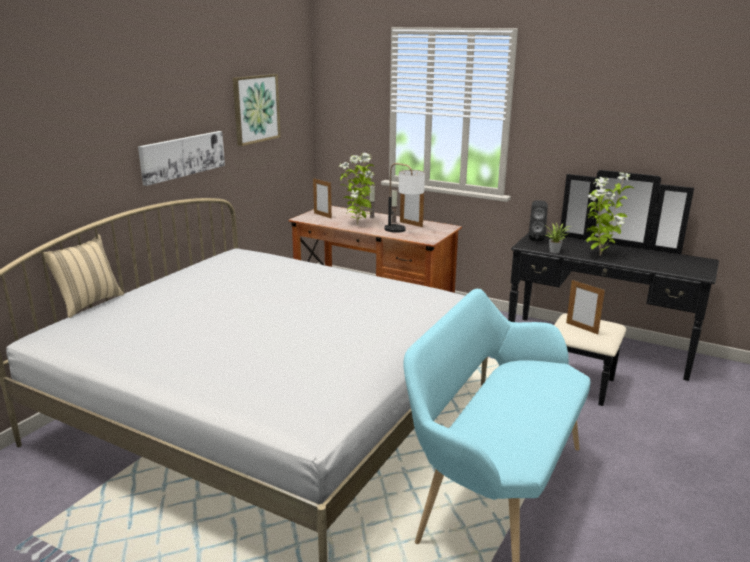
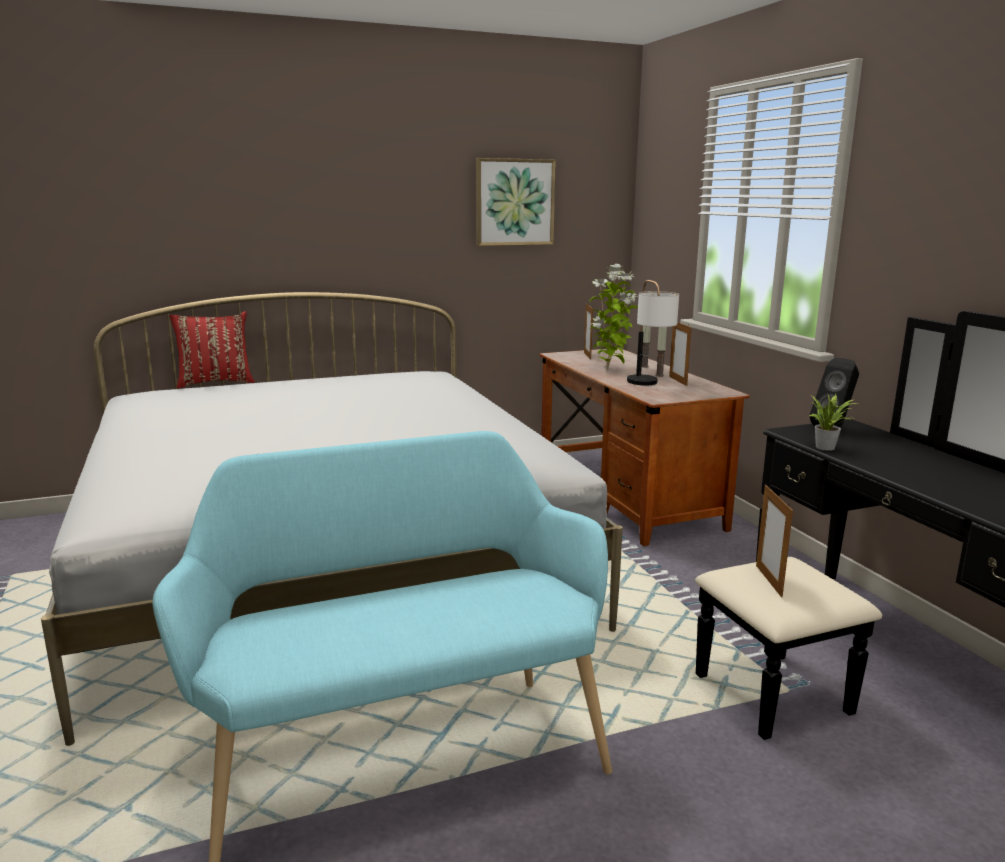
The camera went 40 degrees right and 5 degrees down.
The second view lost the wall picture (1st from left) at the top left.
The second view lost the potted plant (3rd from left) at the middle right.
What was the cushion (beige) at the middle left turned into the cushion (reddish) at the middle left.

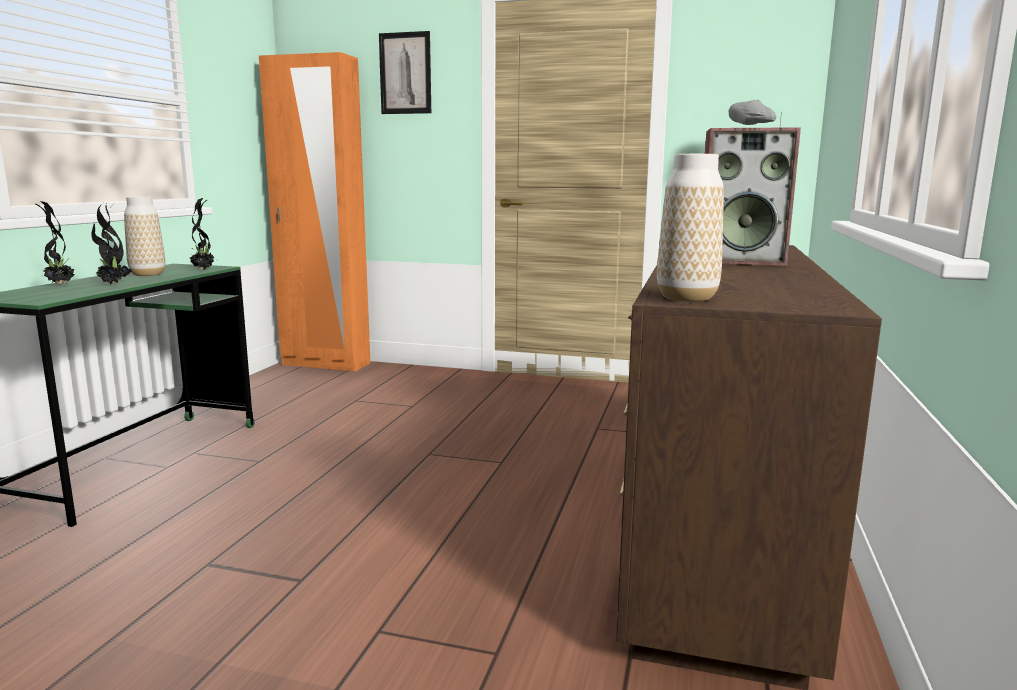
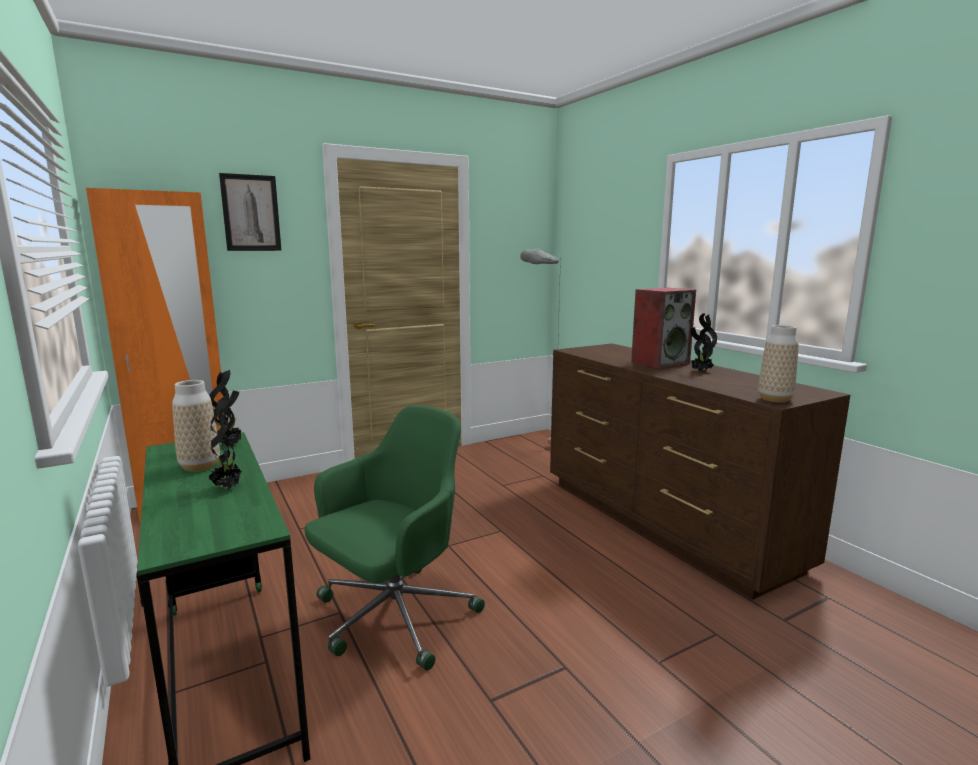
The camera went 45 degrees left and 0 degrees up.
The potted plant (1st from left in the first image) ended up elsewhere, having gone from the middle left to the middle right.
The second view gained the computer chair (green) at the bottom centre.

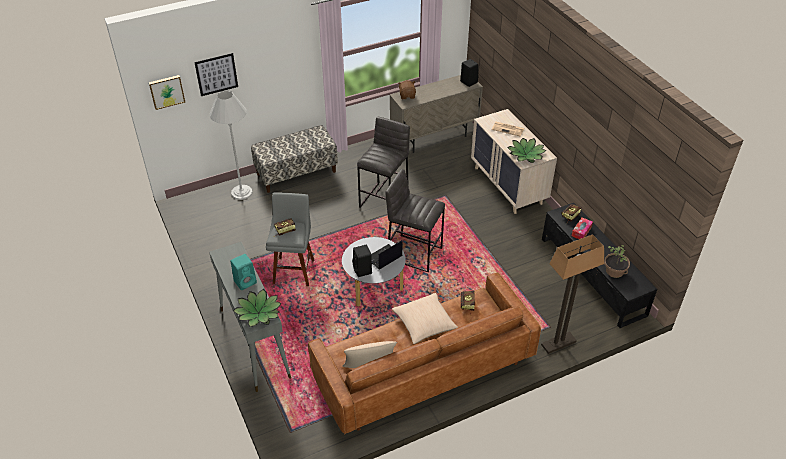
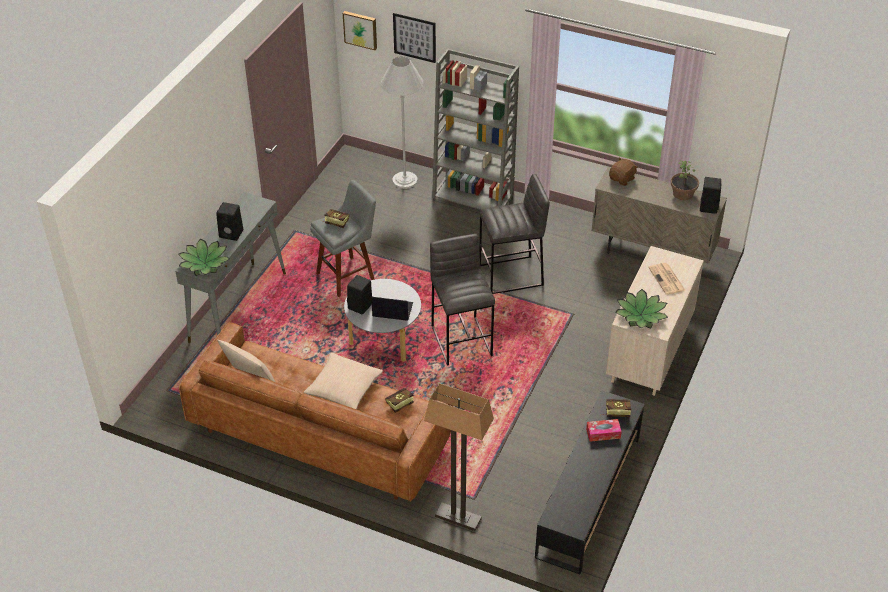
The camera went 50 degrees right and 0 degrees up.
Where the bench stood at the centre, the bookshelf (grey) came to stand at the top centre.
The potted plant (3rd from left) ended up elsewhere, having gone from the middle right to the top right.
What was the loudspeaker (turquoise) at the middle left turned into the loudspeaker (black-coloured) (1st from left) at the middle left.

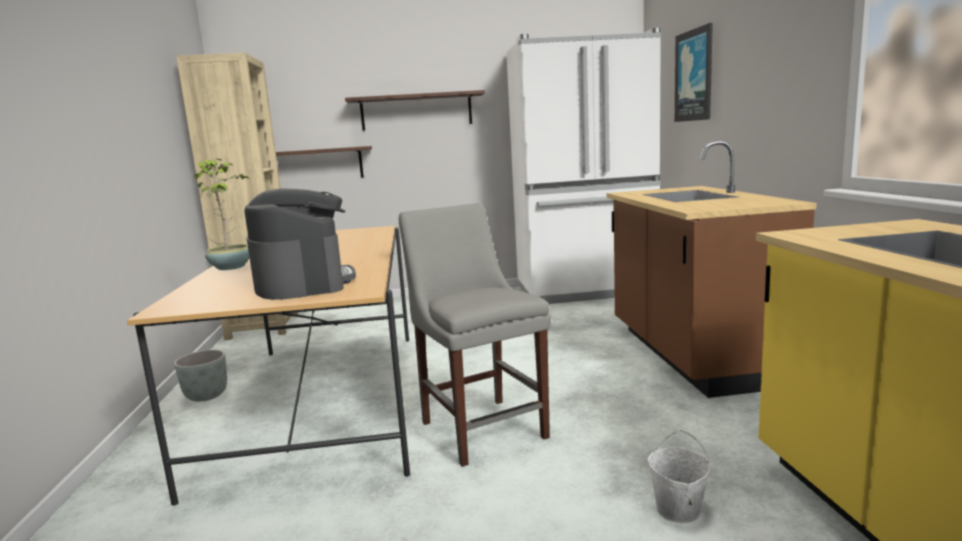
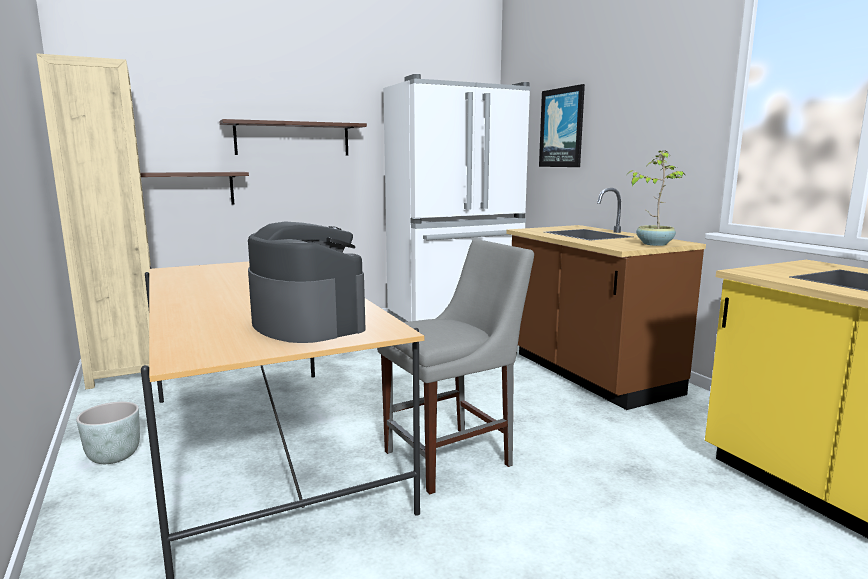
The camera went 20 degrees left and 0 degrees up.
The potted plant ended up elsewhere, having gone from the middle left to the middle right.
The plain chair (grey) at the centre ended up facing another way, 105 degrees clockwise from before.
The second view lost the bucket (white) at the bottom right.

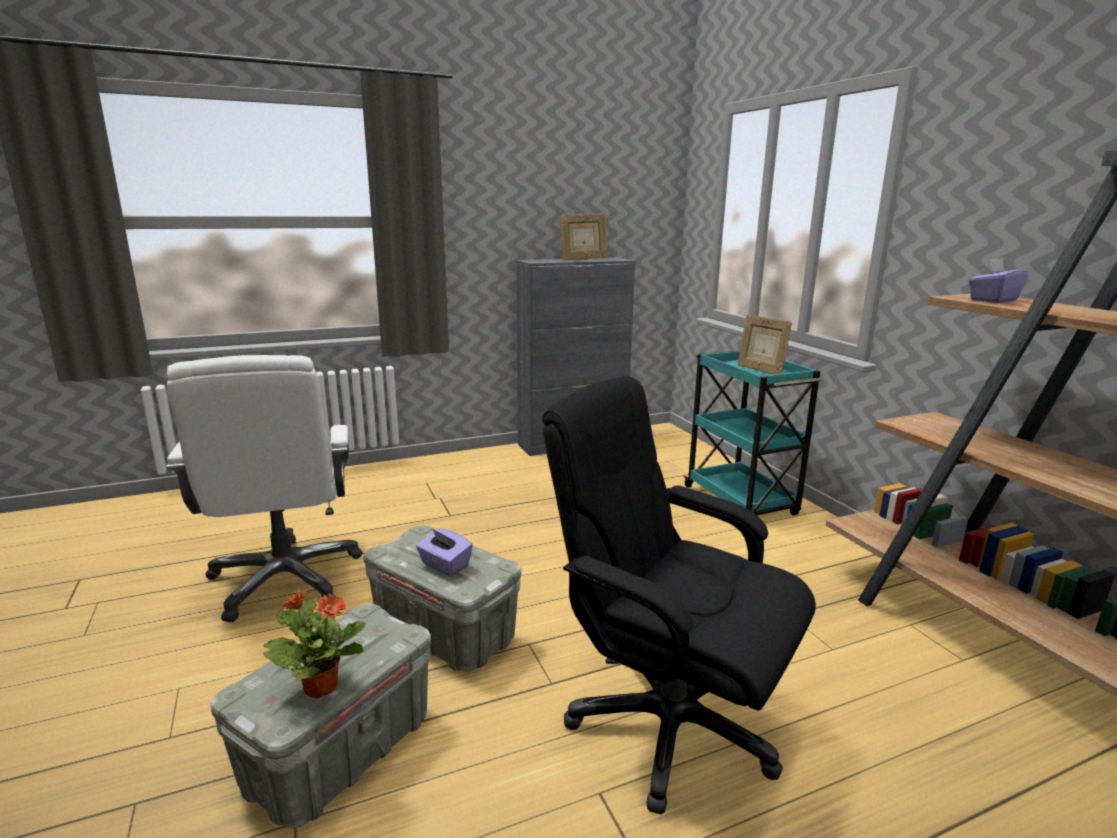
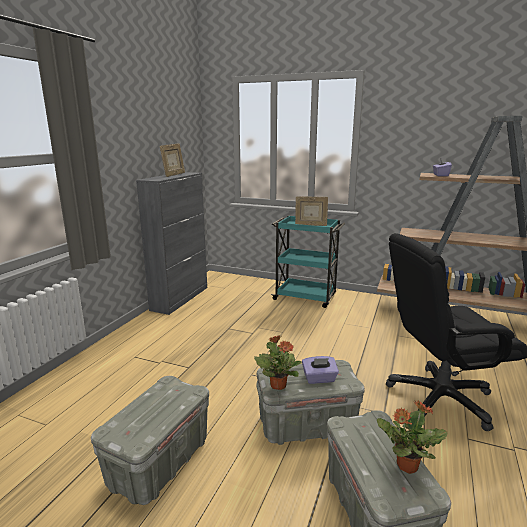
The camera went 45 degrees left and 0 degrees up.
Where the computer chair (white) stood at the middle left, the storage bin (grey) (1st from left) came to stand at the bottom left.
The second view gained the potted plant (1st from left) at the bottom centre.

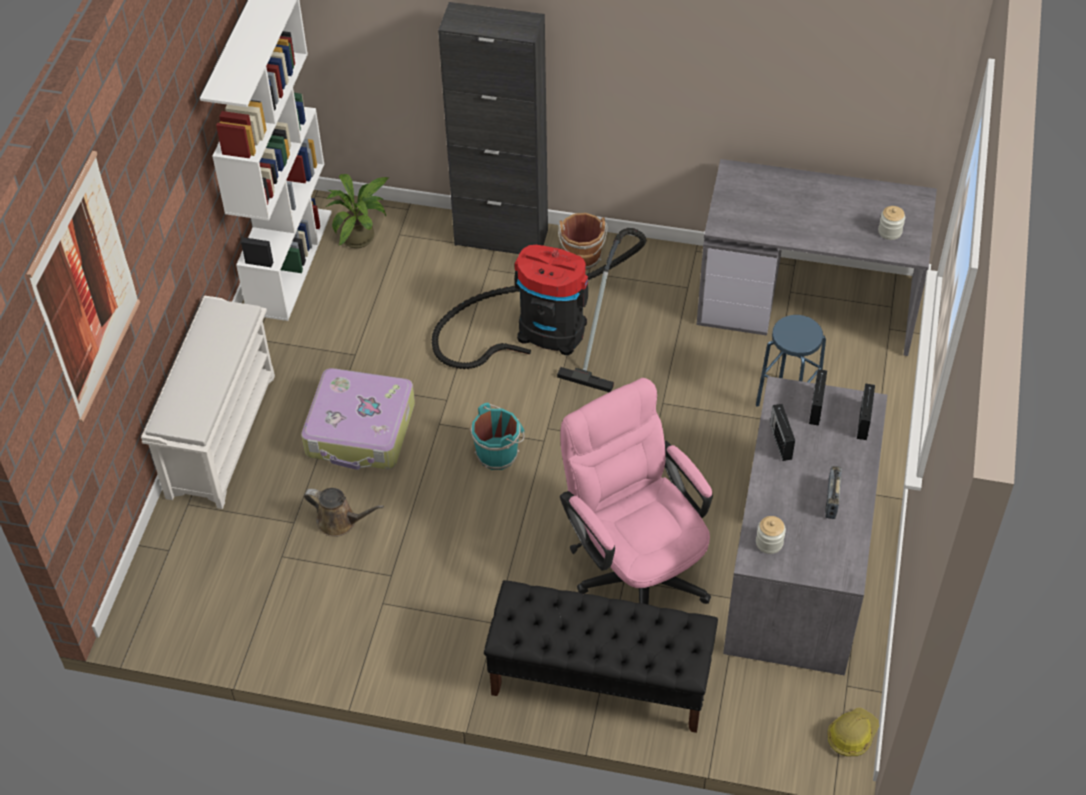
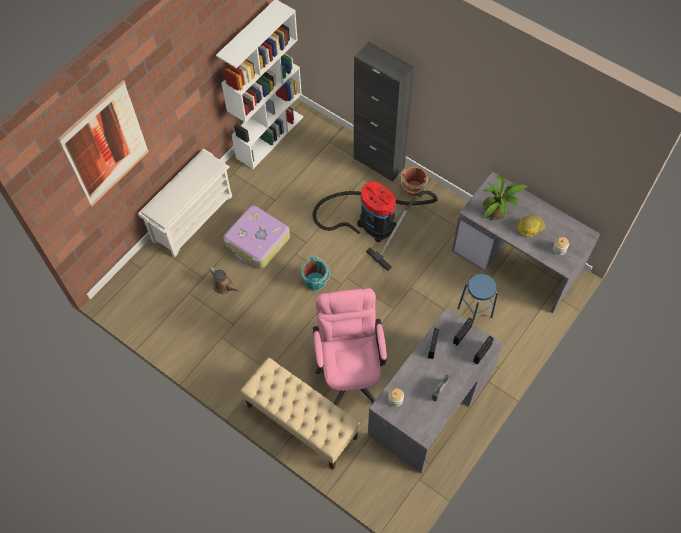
The camera went 25 degrees right and 10 degrees up.
The potted plant ended up elsewhere, having gone from the top left to the middle right.
What was the bench (black-coloured) at the bottom centre turned into the bench (beige) at the bottom centre.
The work helmet ended up elsewhere, having gone from the bottom right to the middle right.

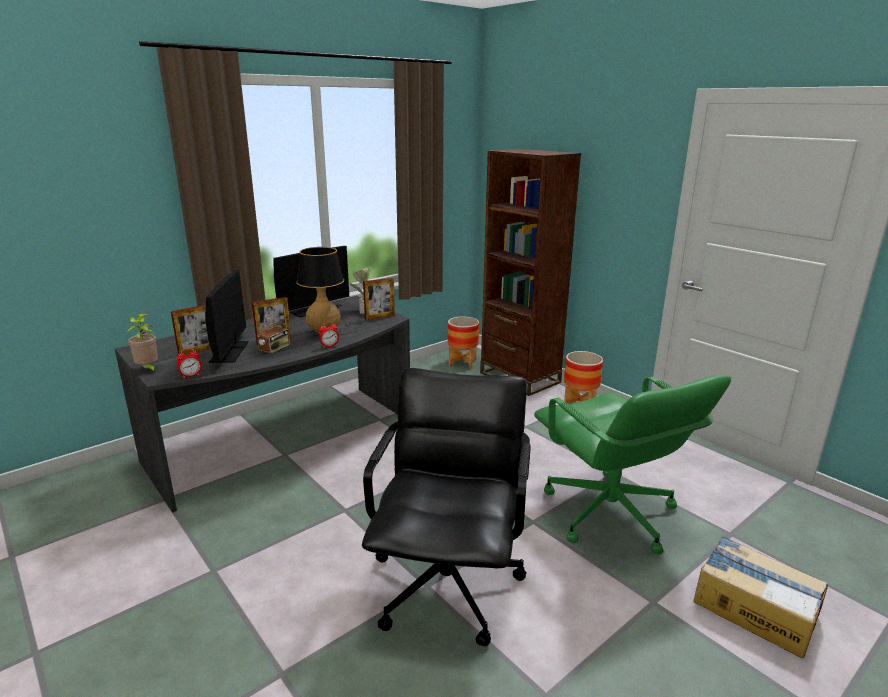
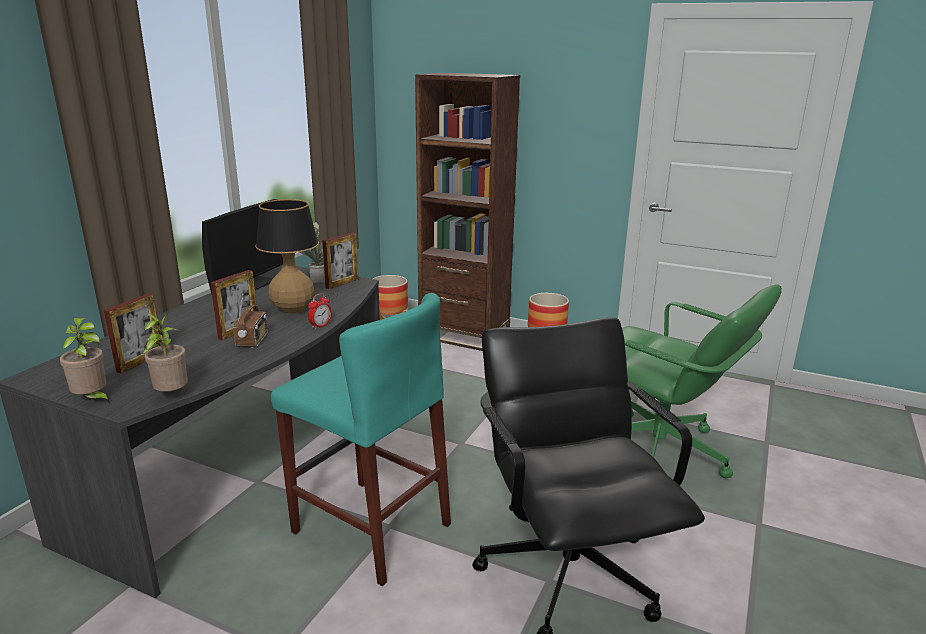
The camera went 25 degrees left and 0 degrees up.
The second view lost the monitor (1st from left) at the middle left.
Where the alarm clock (1st from left) stood at the middle left, the potted plant (2nd from left) came to stand at the middle left.
The second view lost the cardboard box at the bottom right.
The second view gained the stool (turquoise) at the bottom centre.

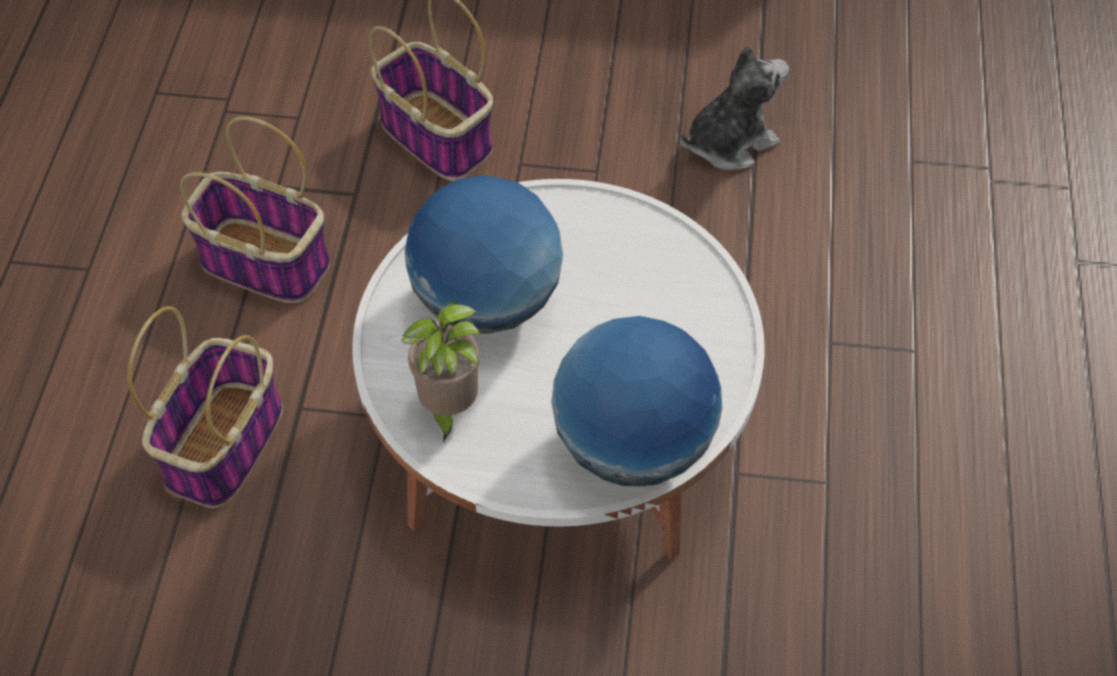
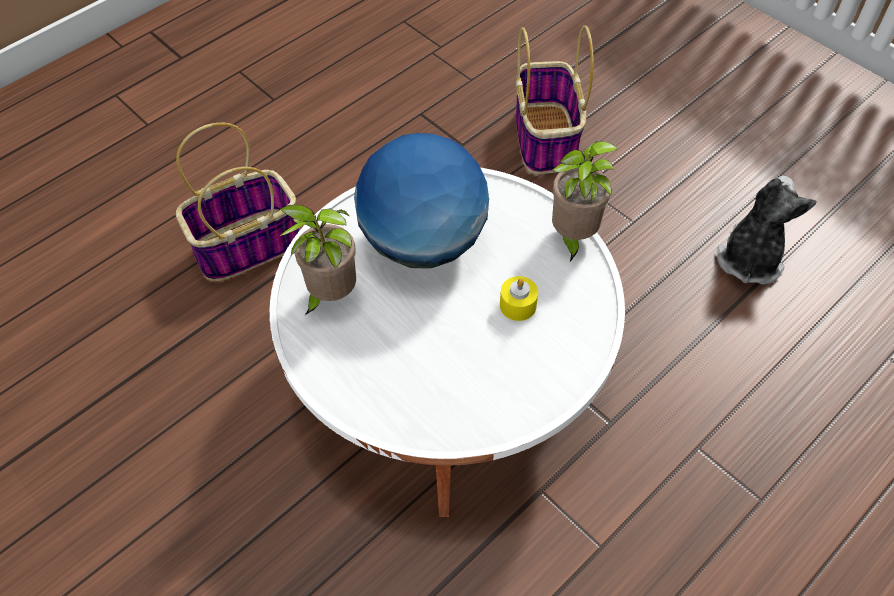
The camera went 40 degrees right and 0 degrees up.
The cuddly toy at the top centre ended up facing another way, 75 degrees counterclockwise from before.
The second view lost the household basket (2nd from left) at the top left.
The second view lost the desk globe (2nd from left) at the centre.
The second view gained the potted plant (2nd from left) at the centre.
The second view gained the wax light (yellowish) at the centre.

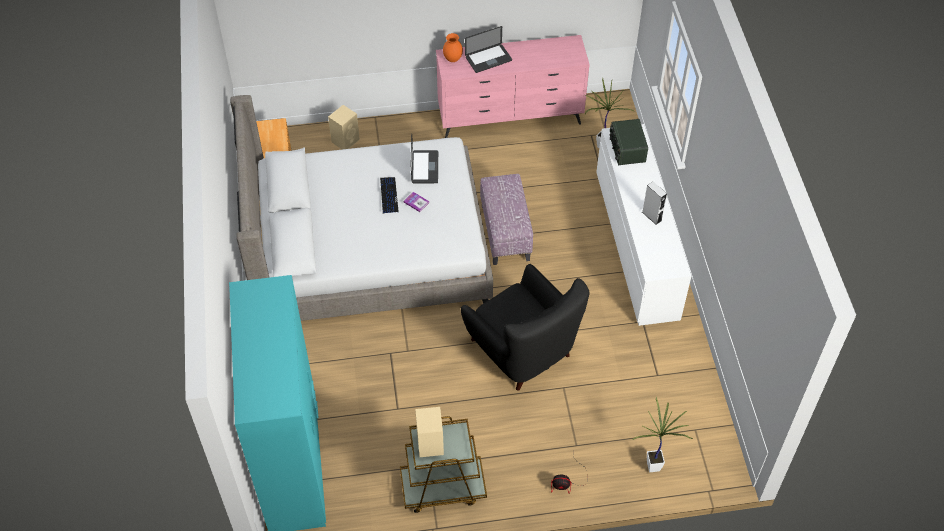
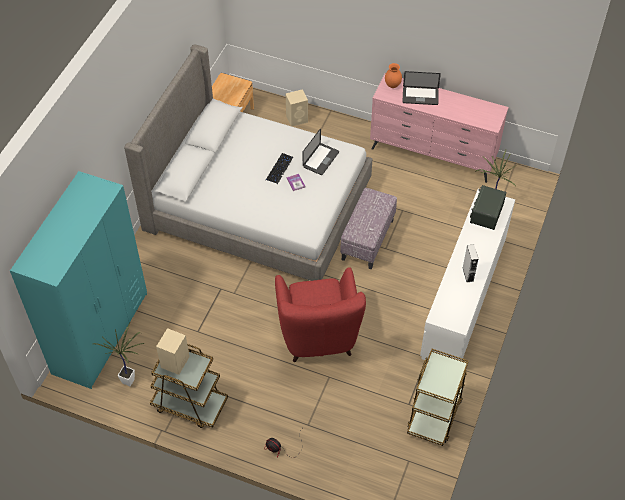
The camera went 30 degrees right and 0 degrees up.
What was the easy chair (black-coloured) at the centre turned into the easy chair (reddish) at the centre.
The potted plant (2nd from left in the first image) ended up elsewhere, having gone from the bottom right to the bottom left.
The second view gained the trolley (brown) (2nd from left) at the bottom right.

